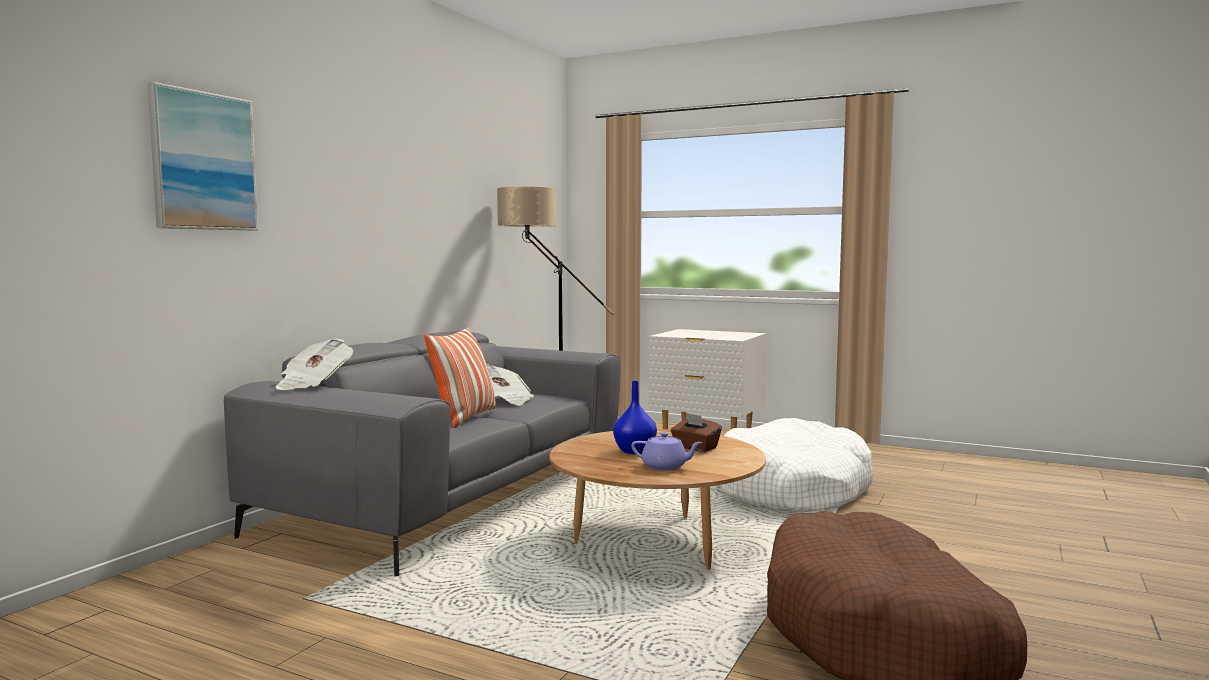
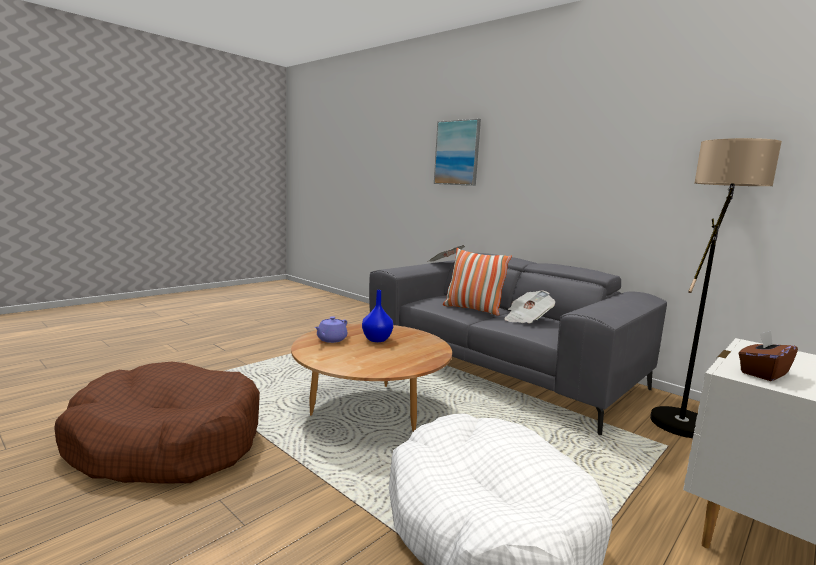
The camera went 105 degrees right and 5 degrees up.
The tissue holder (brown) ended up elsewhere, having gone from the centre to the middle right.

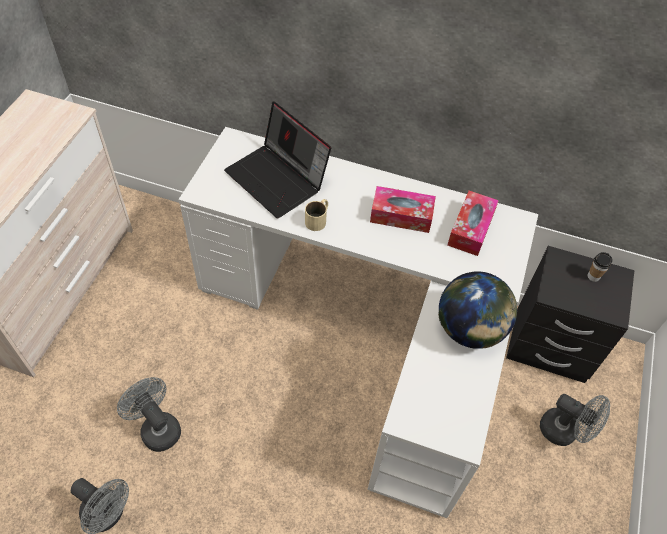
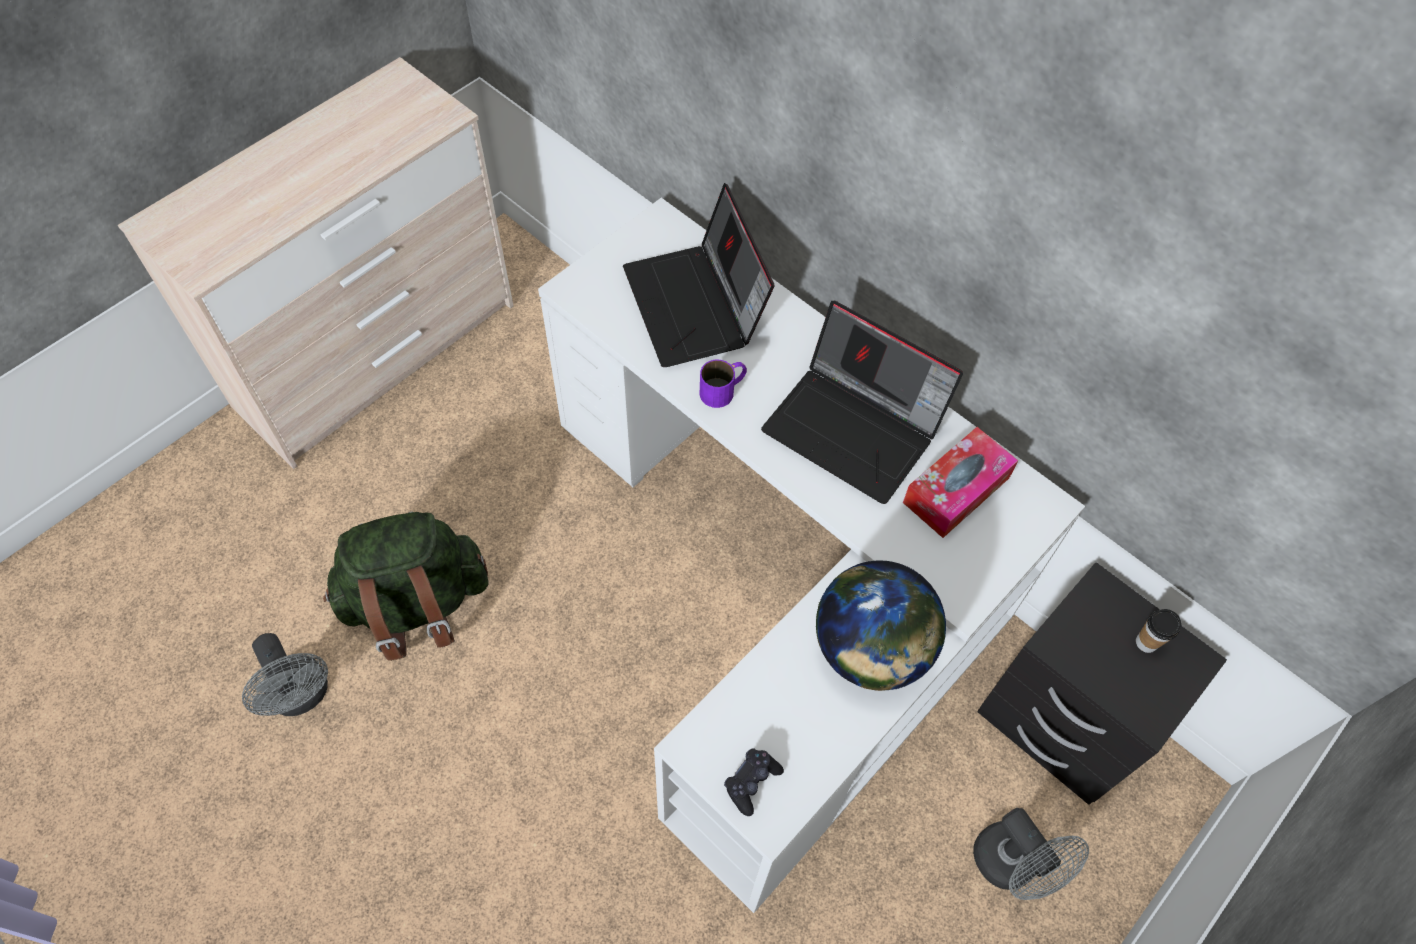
The camera went 25 degrees right and 5 degrees up.
Where the tissue holder (1st from left) stood at the centre, the notebook computer (2nd from left) came to stand at the centre.
What was the mug (beige) at the centre turned into the mug (purple) at the centre.
Where the electric fan (grey) (2nd from left) stood at the bottom left, the backpack (green) came to stand at the middle left.
The second view gained the gamepad (black-coloured) at the bottom centre.

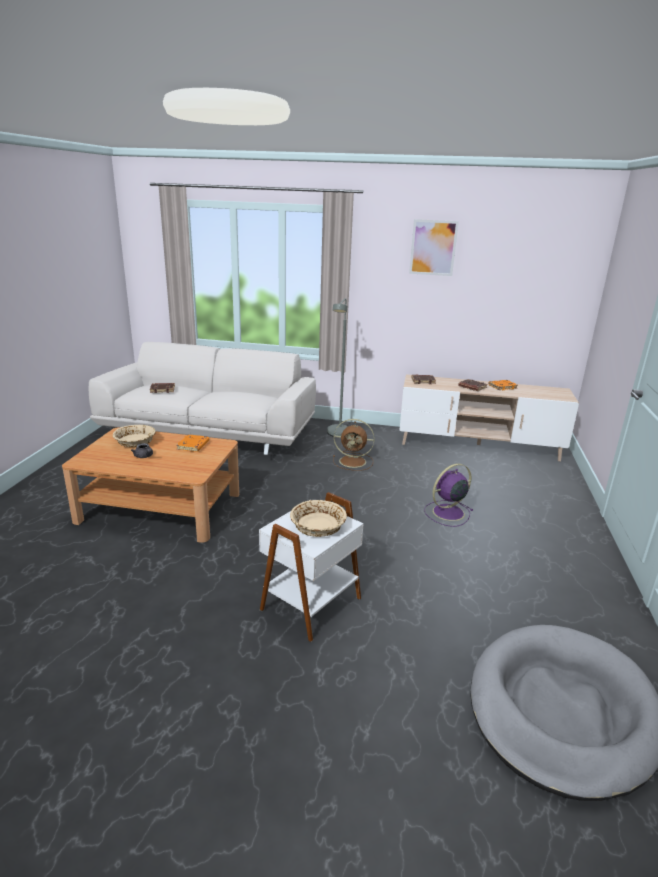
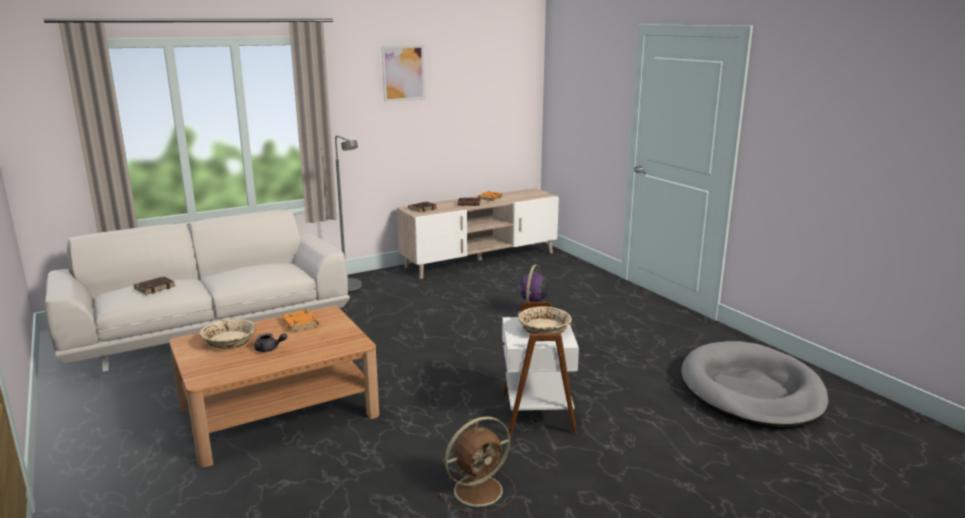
The camera went 40 degrees left and 5 degrees down.
The electric fan (brown) ended up elsewhere, having gone from the centre to the bottom centre.

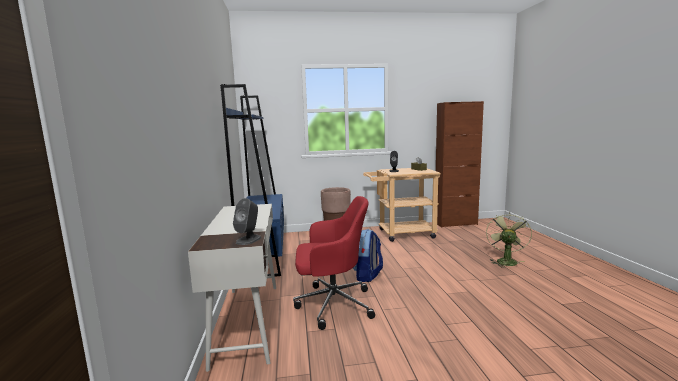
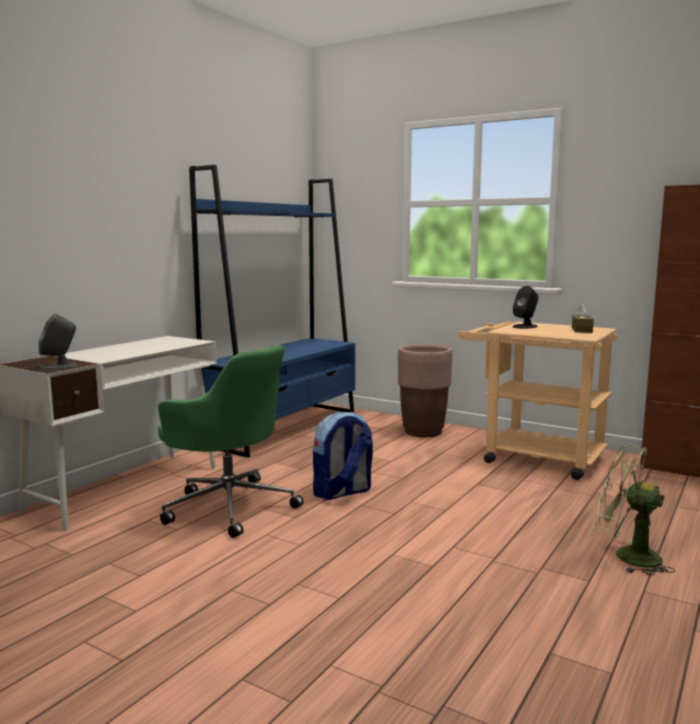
The camera went 40 degrees right and 0 degrees up.
What was the computer chair (reddish) at the bottom centre turned into the computer chair (green) at the middle left.
The electric fan (green) at the middle right ended up facing another way, 120 degrees counterclockwise from before.

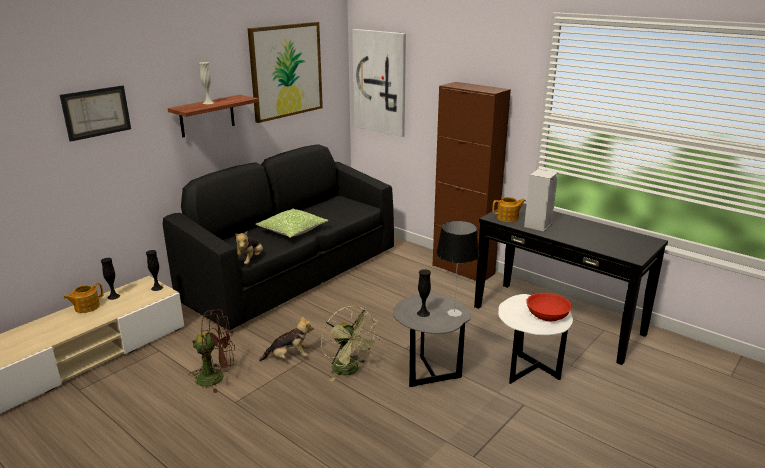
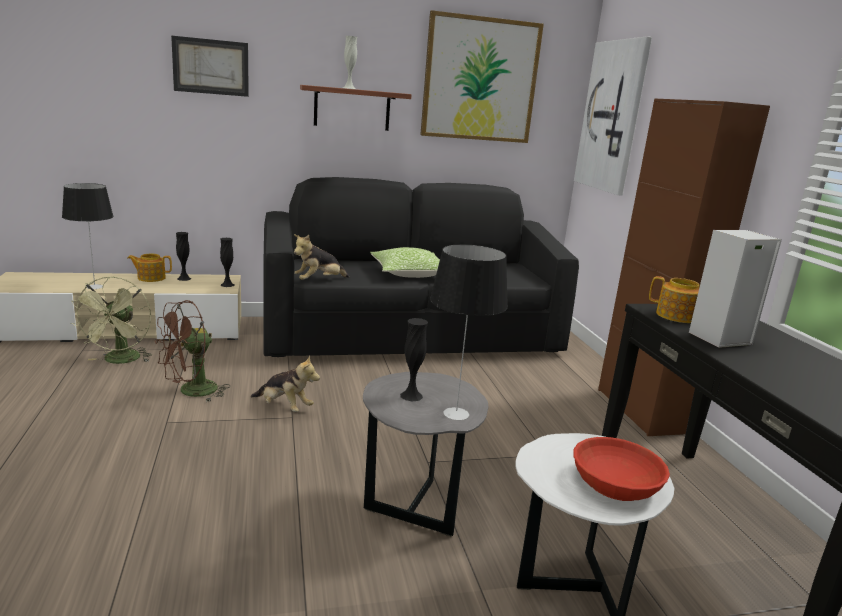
The camera went 35 degrees right and 5 degrees down.
The electric fan (green) ended up elsewhere, having gone from the bottom centre to the middle left.
The electric fan (brown) at the bottom left ended up facing another way, 105 degrees clockwise from before.
The second view gained the table lamp (1st from left) at the middle left.

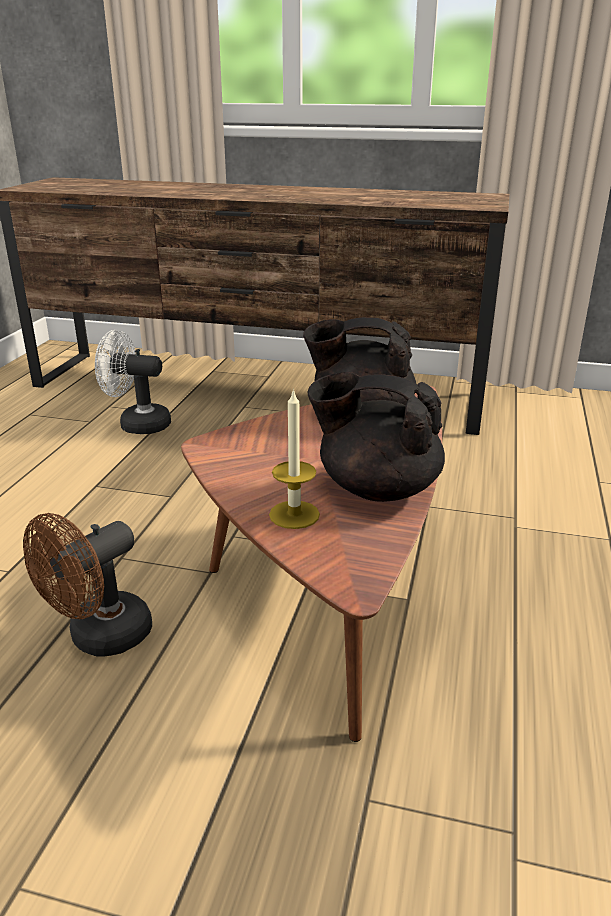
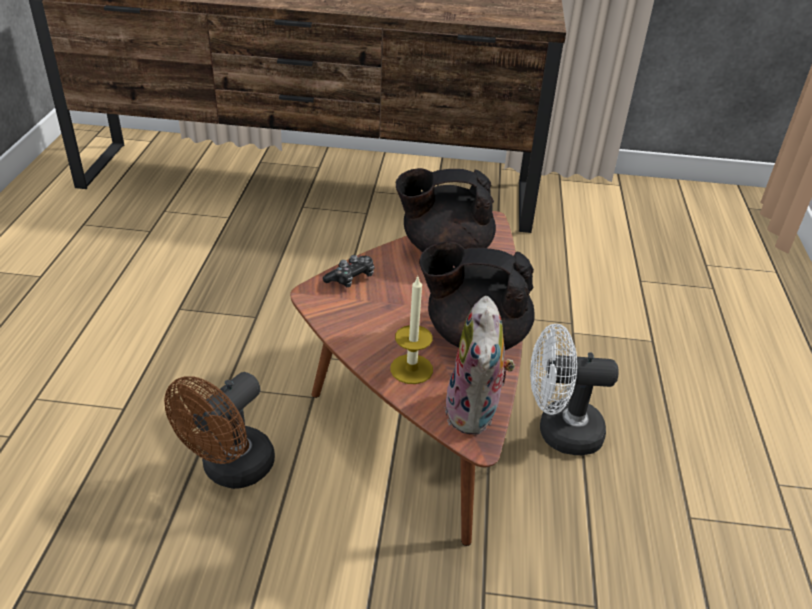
The camera went 10 degrees left and 10 degrees up.
The electric fan (white) ended up elsewhere, having gone from the middle left to the middle right.
The second view gained the gamepad at the centre.
The second view gained the cuddly toy at the centre.

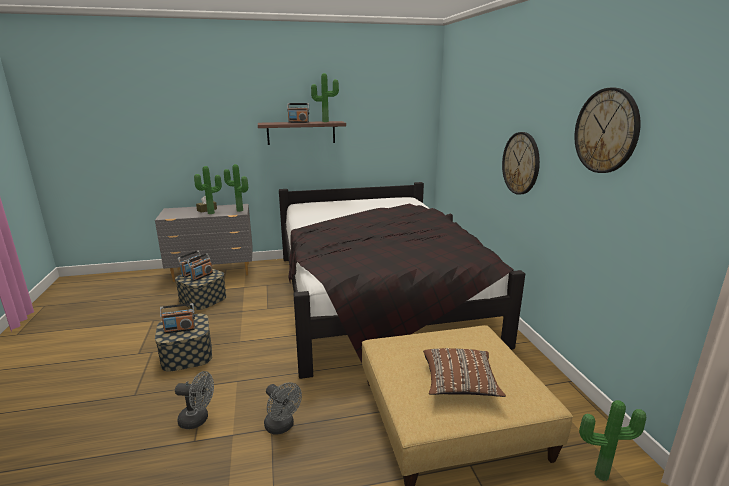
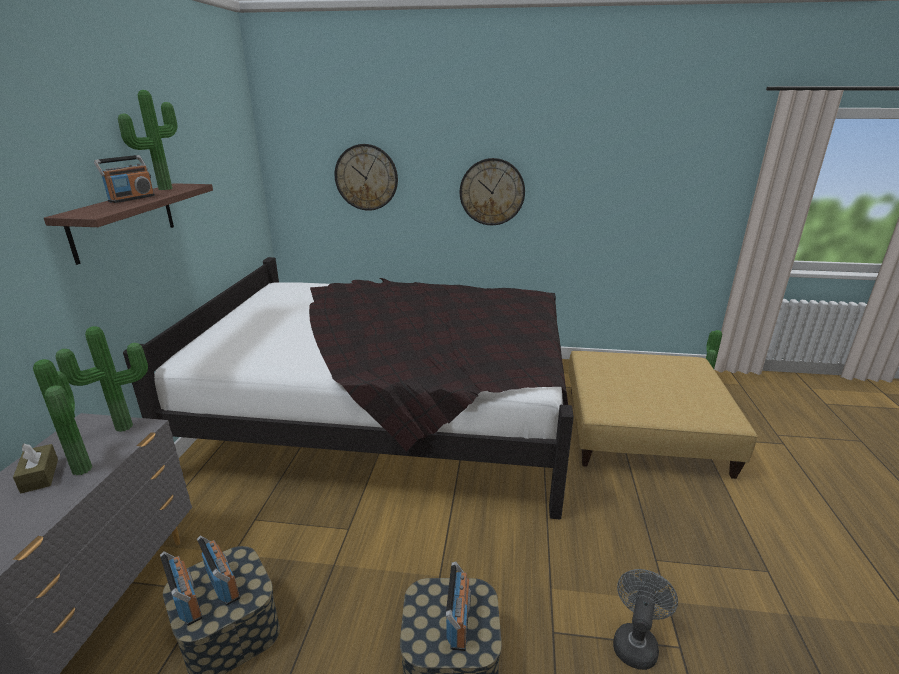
The camera went 70 degrees left and 5 degrees up.
The clock on the wall (2nd from left in the first image) ended up elsewhere, having gone from the top right to the top centre.
The second view lost the cushion (brown) at the bottom centre.
The second view lost the electric fan (grey) (2nd from left) at the bottom centre.

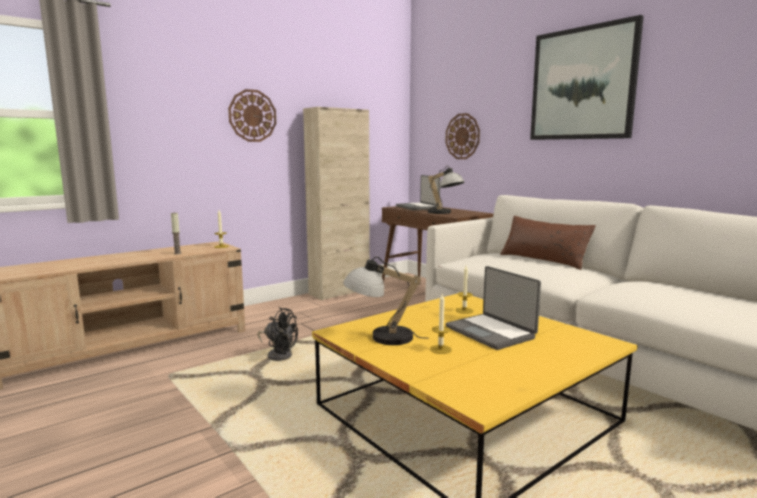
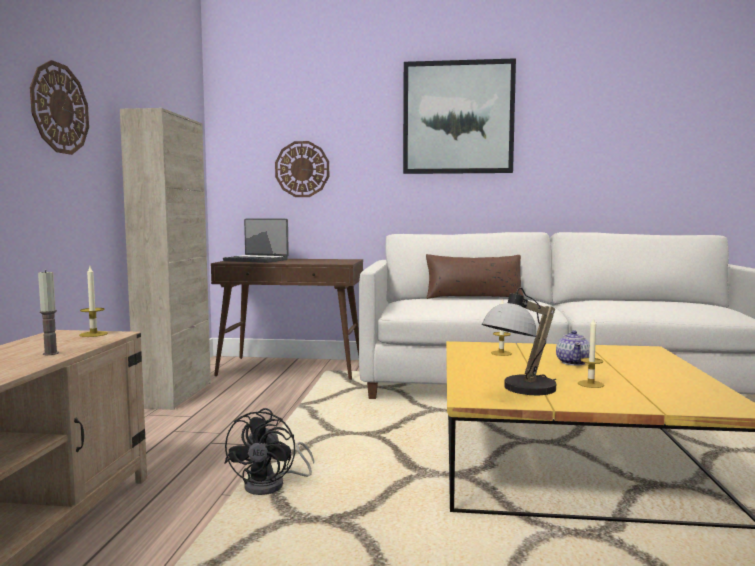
The camera went 45 degrees left and 5 degrees down.
The second view lost the table lamp (2nd from left) at the centre.
Where the notebook computer (2nd from left) stood at the centre, the tea pot came to stand at the middle right.
The electric fan (black-coloured) at the bottom centre ended up facing another way, 120 degrees clockwise from before.

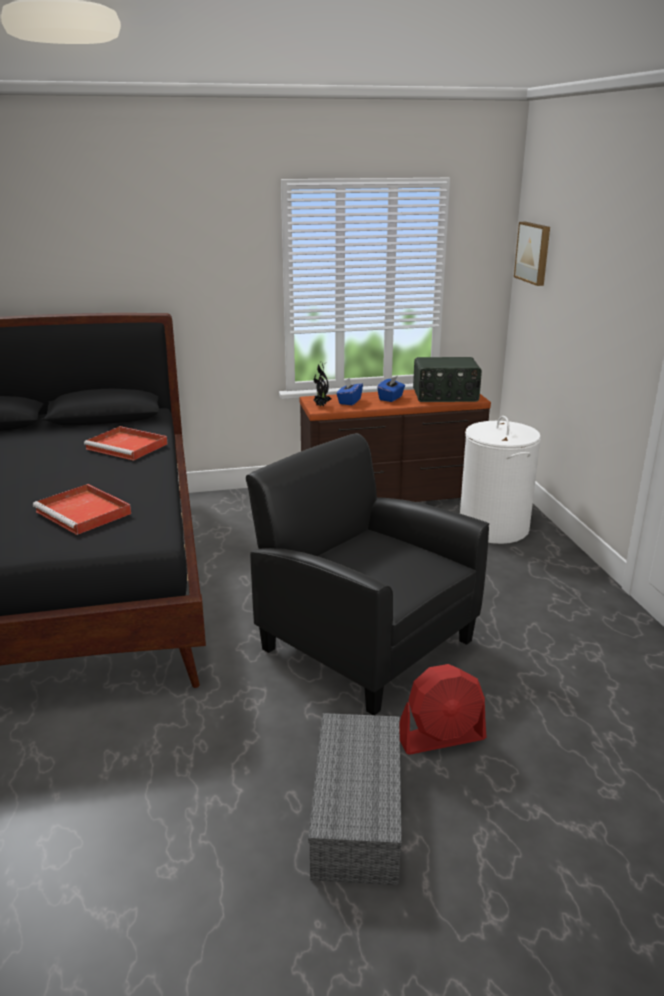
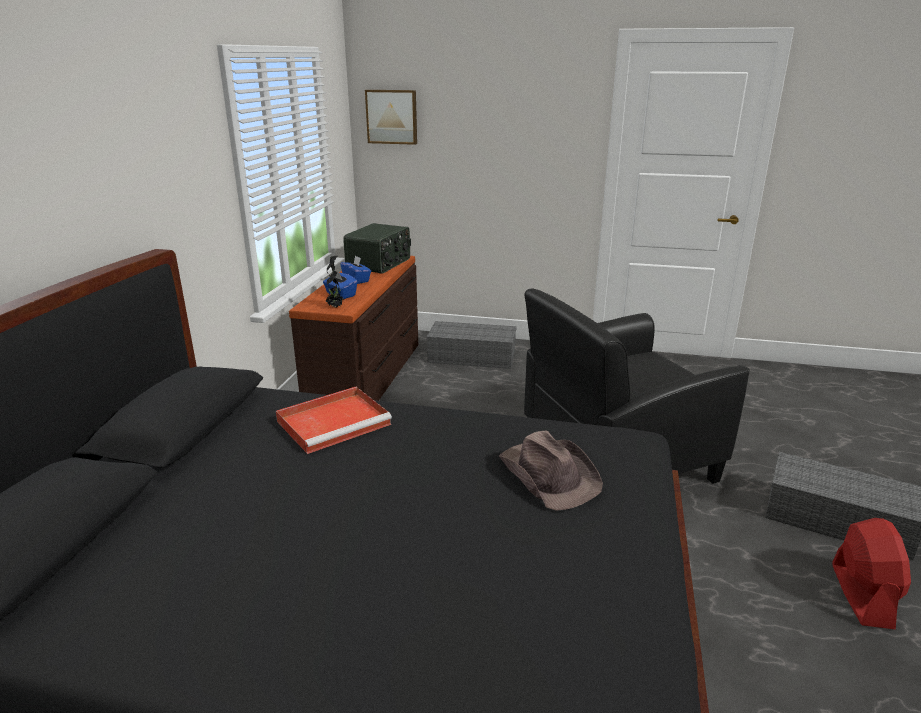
The camera went 65 degrees left and 0 degrees up.
Where the washing basket (white) stood at the middle right, the storage bin (grey) (1st from left) came to stand at the centre.
Where the carrying tray (reddish) (1st from left) stood at the middle left, the wearable hat (brown) came to stand at the centre.
The electric fan (reddish) ended up elsewhere, having gone from the bottom centre to the bottom right.

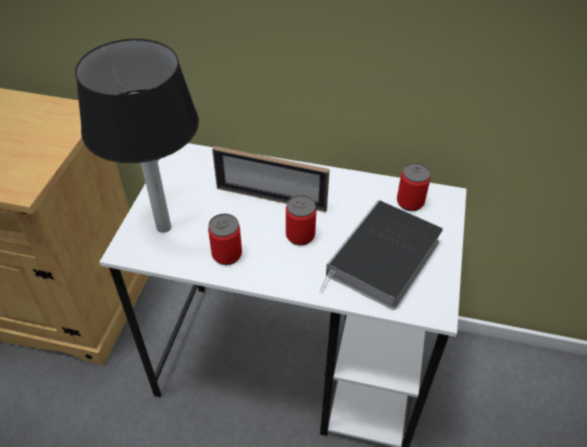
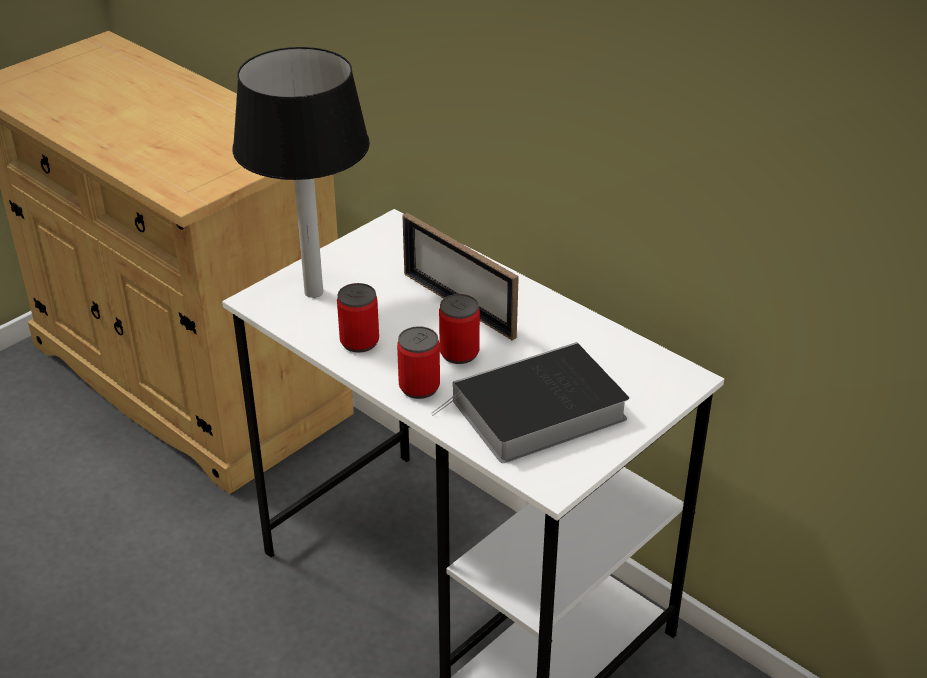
The camera went 30 degrees right and 10 degrees down.
The sealed can (3rd from left in the first image) ended up elsewhere, having gone from the middle right to the centre.

